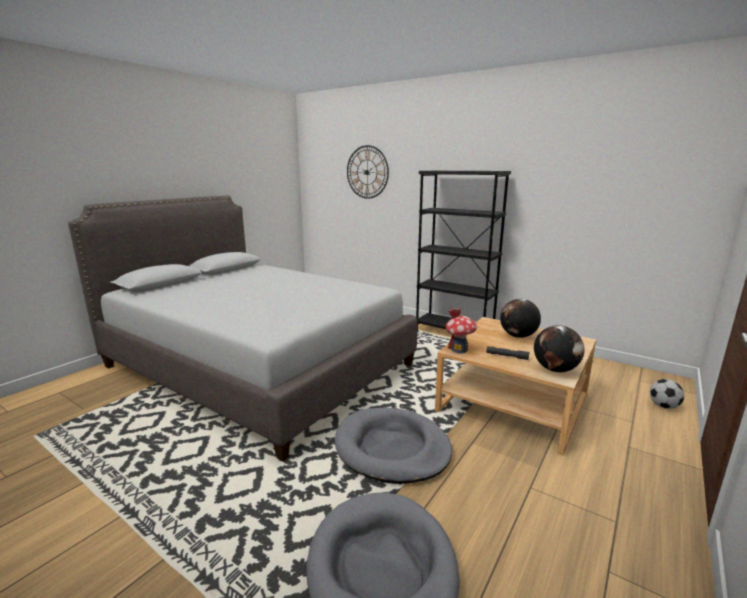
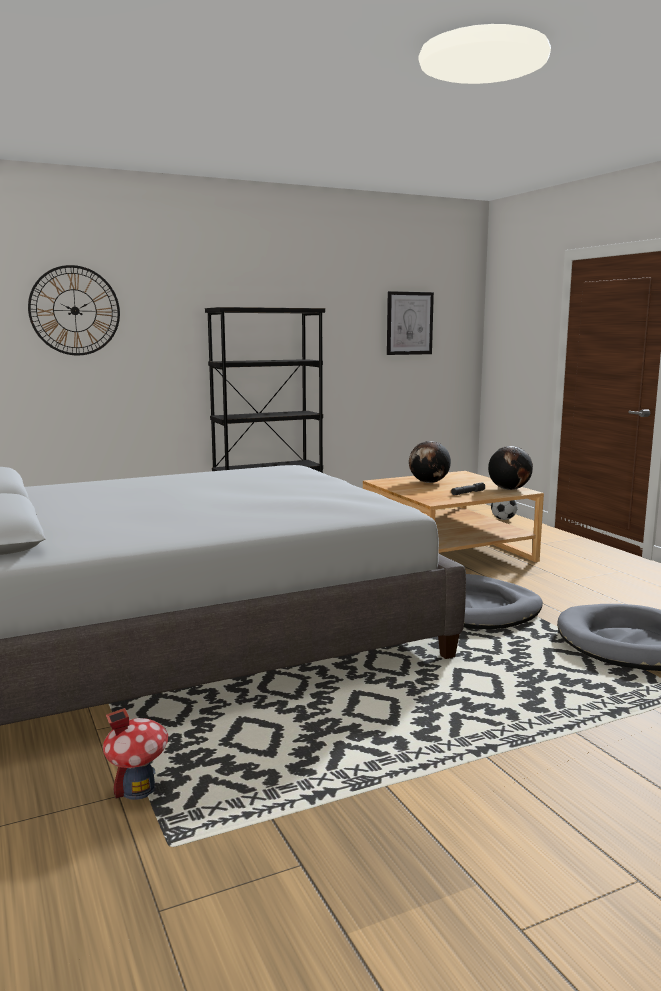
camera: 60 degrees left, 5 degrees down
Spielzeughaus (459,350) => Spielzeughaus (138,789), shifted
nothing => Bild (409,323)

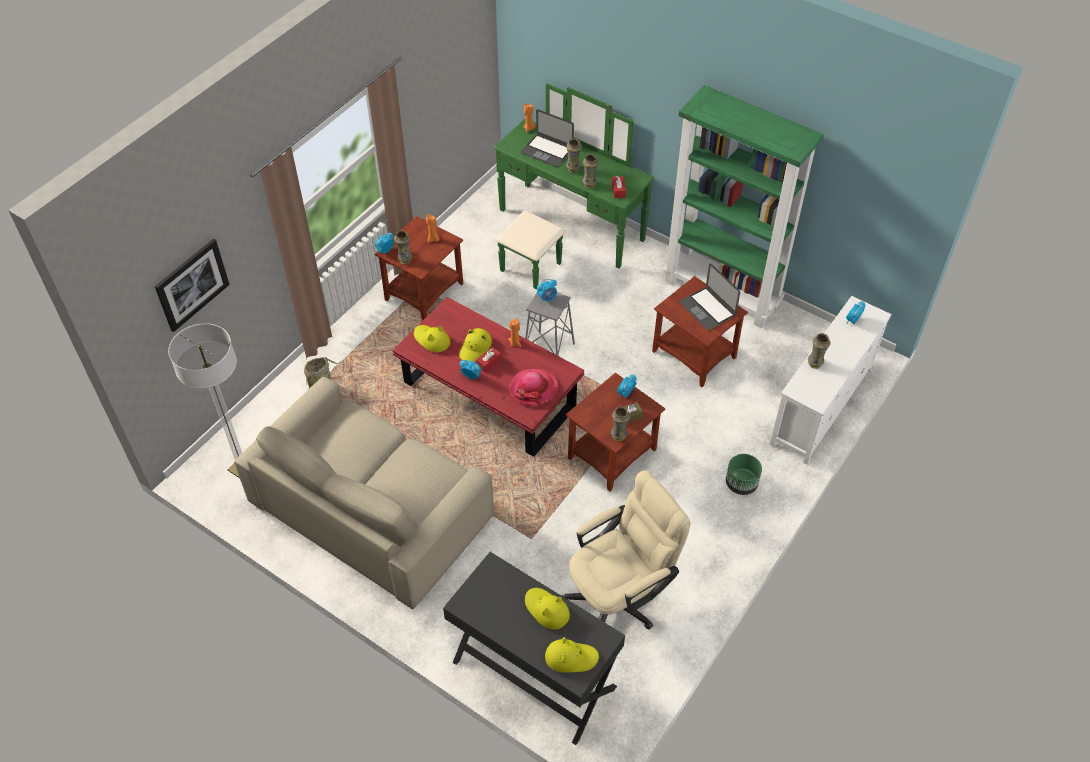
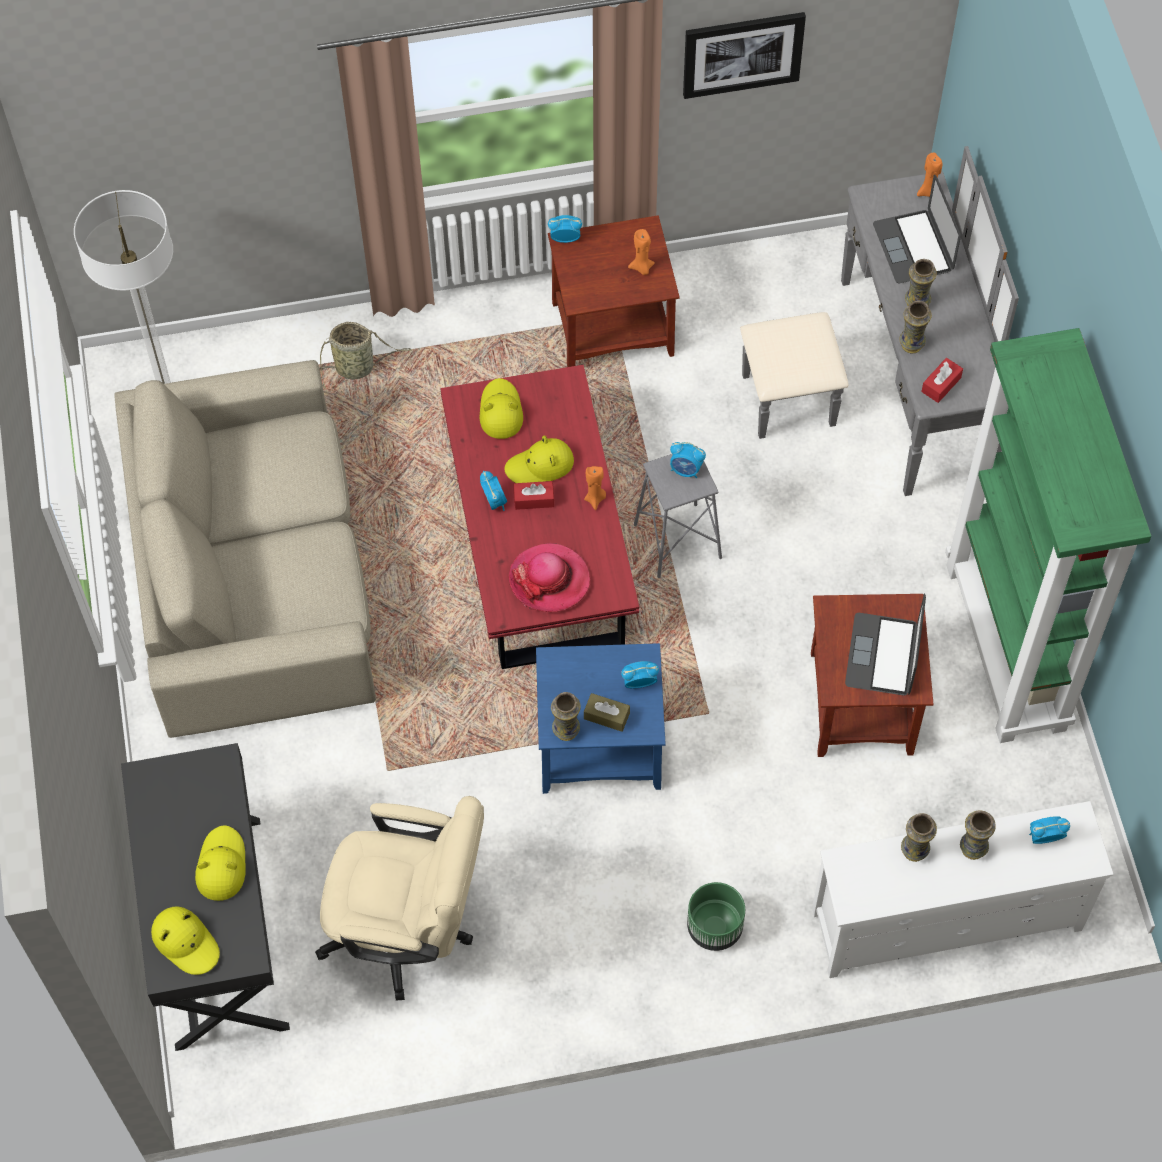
camera: 45 degrees right, 10 degrees up
Bild (191,284) => Bild (742,53), shifted
Vase (404,260) => Vase (972,848), shifted
Kommode (grün) (562,234) => Kommode (grau) (885,384)
Beistelltisch (braun) (613,455) => Beistelltisch (blau) (600,749)

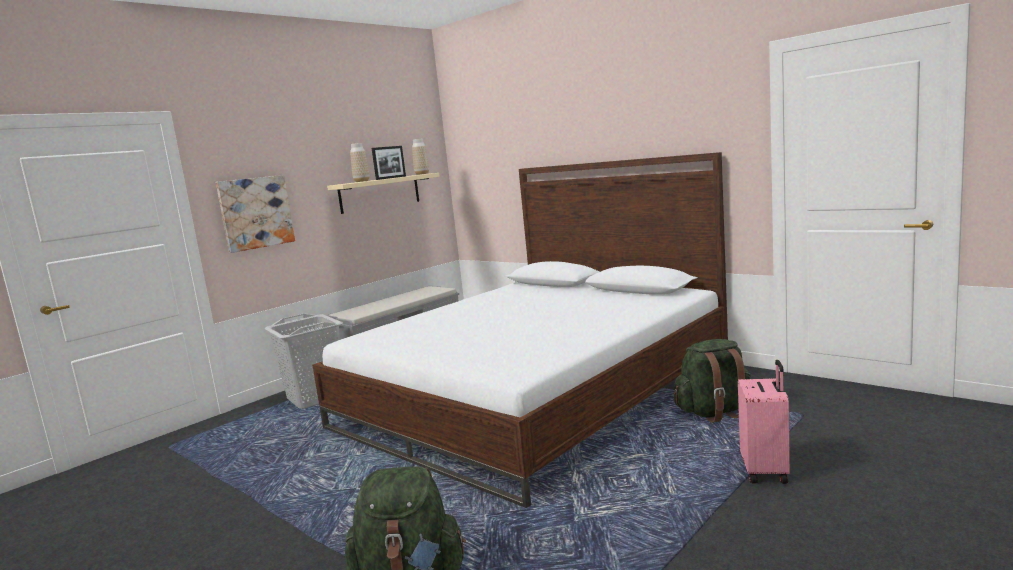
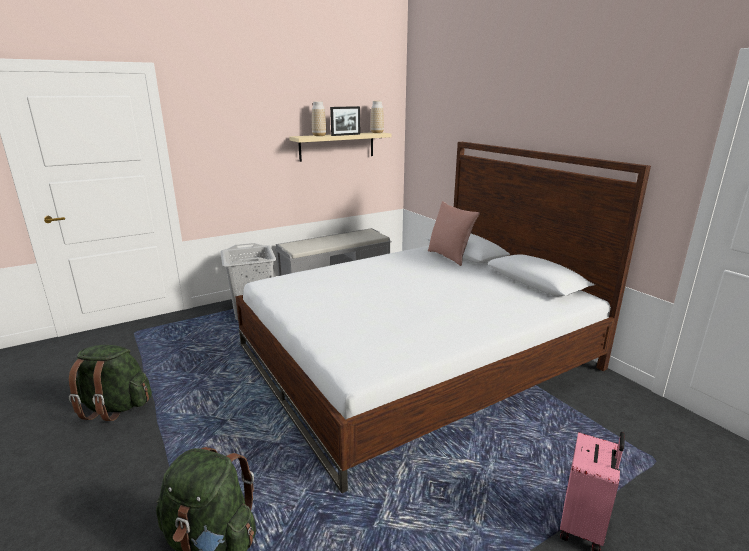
camera: 15 degrees right, 10 degrees up
Bild (256,213) => nothing
Rucksack (grün) (715,412) => Rucksack (grün) (115,407), shifted
nothing => Kissen (rosa) (449,257)

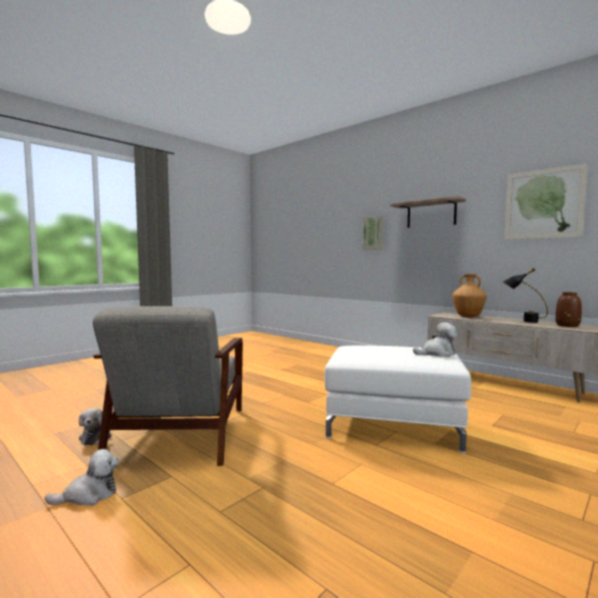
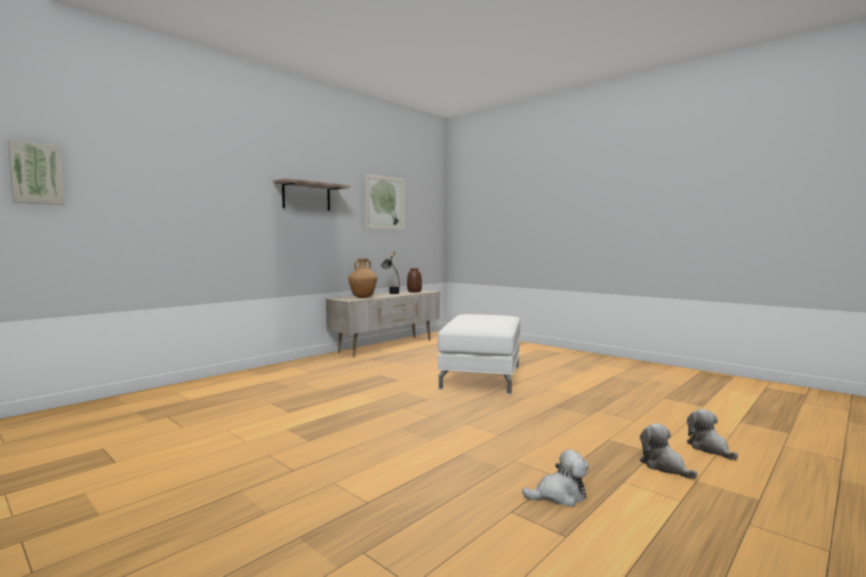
camera: 90 degrees left, 0 degrees up
Sessel (grau) (179,435) => nothing
Bild (373,233) => Bild (36,173), shifted
Plüschtier (437,353) => Plüschtier (709,448), shifted

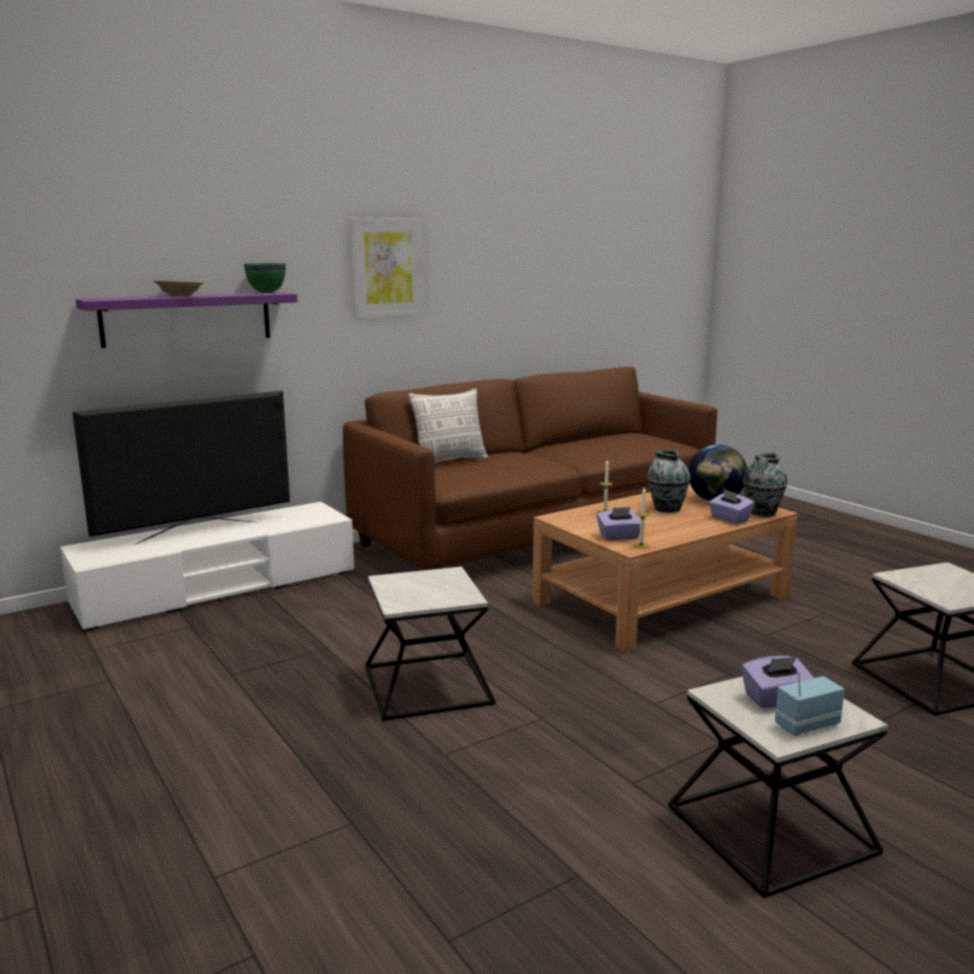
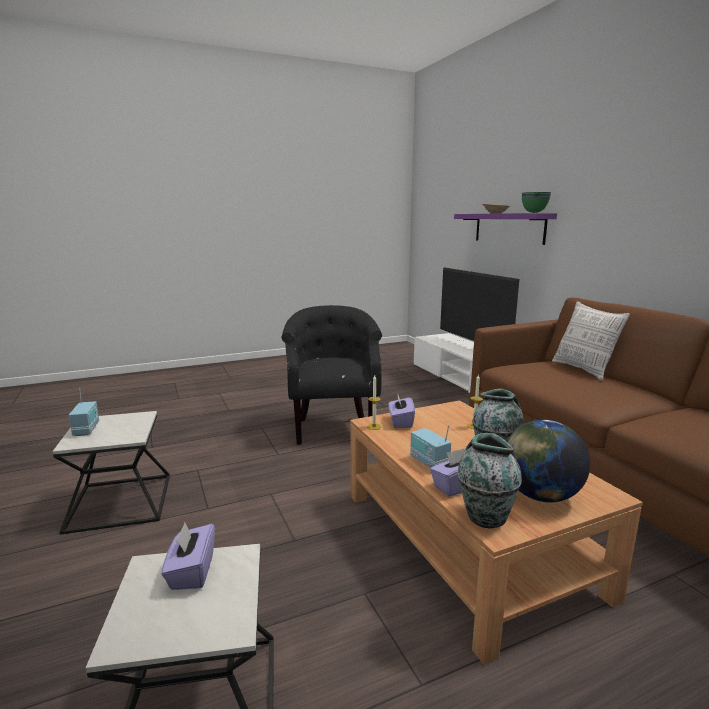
camera: 100 degrees right, 0 degrees up
Bild (387,267) => nothing
Beistelltisch (426,684) => Sessel (schwarz) (333,427)
Taschentuchbox (lila) (776,699) => Taschentuchbox (lila) (191,572), shifted
nothing => Radio (429,462)

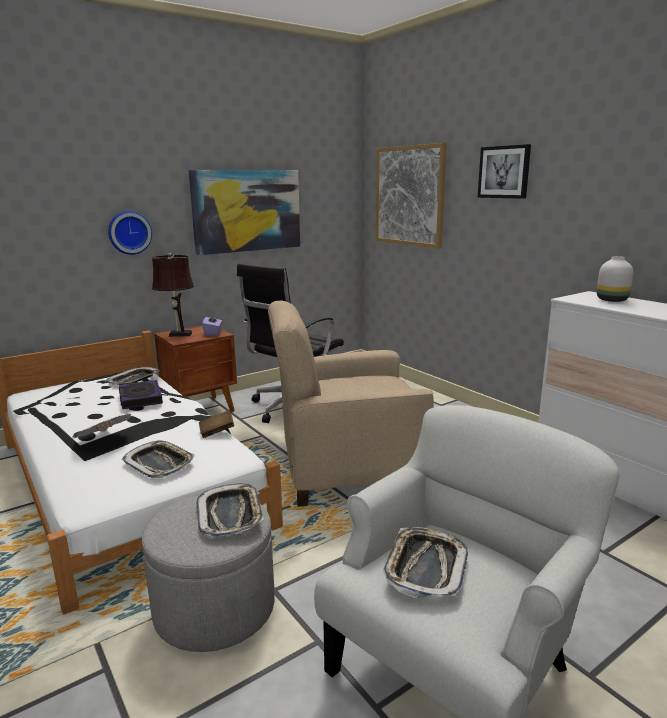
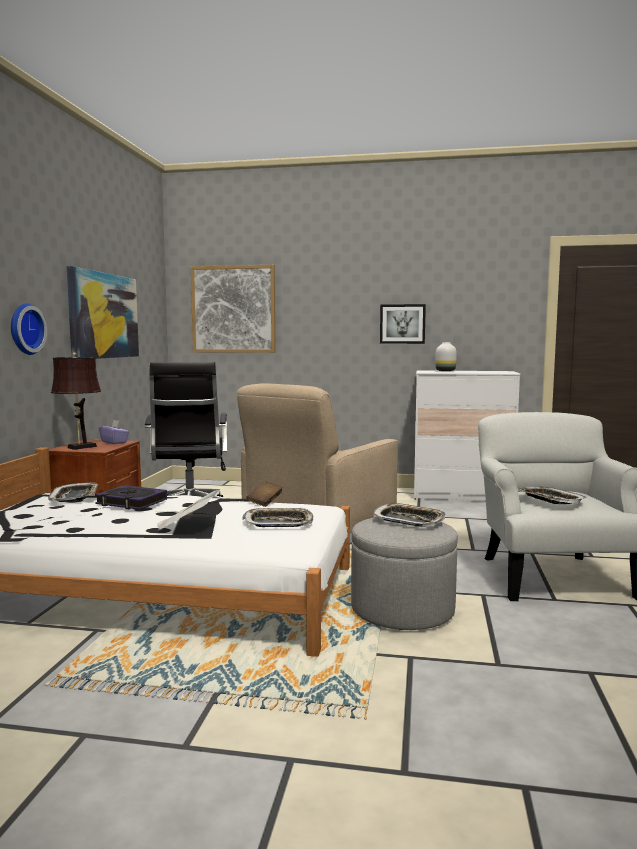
camera: 45 degrees left, 10 degrees down
Bild (504,172) => Bild (402,324), shifted

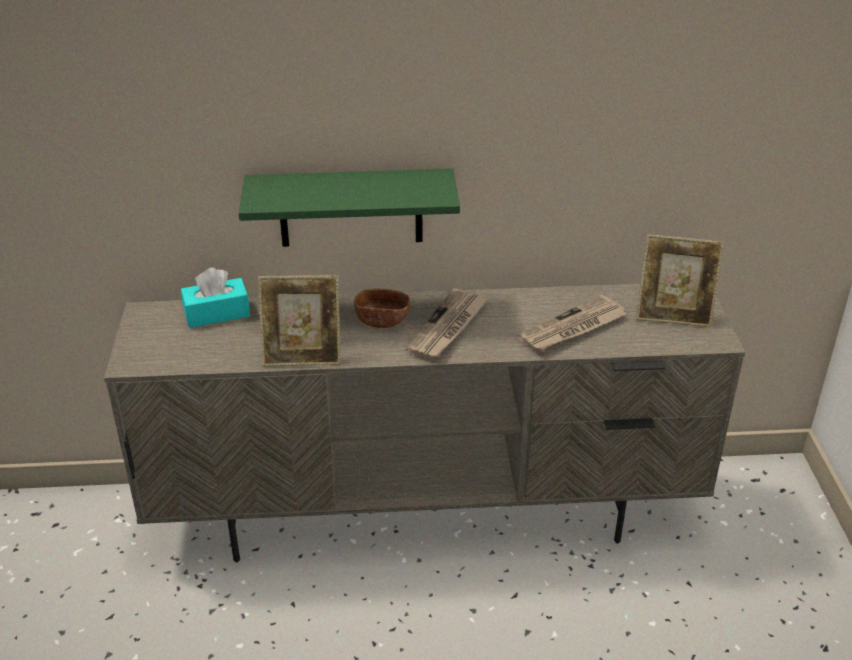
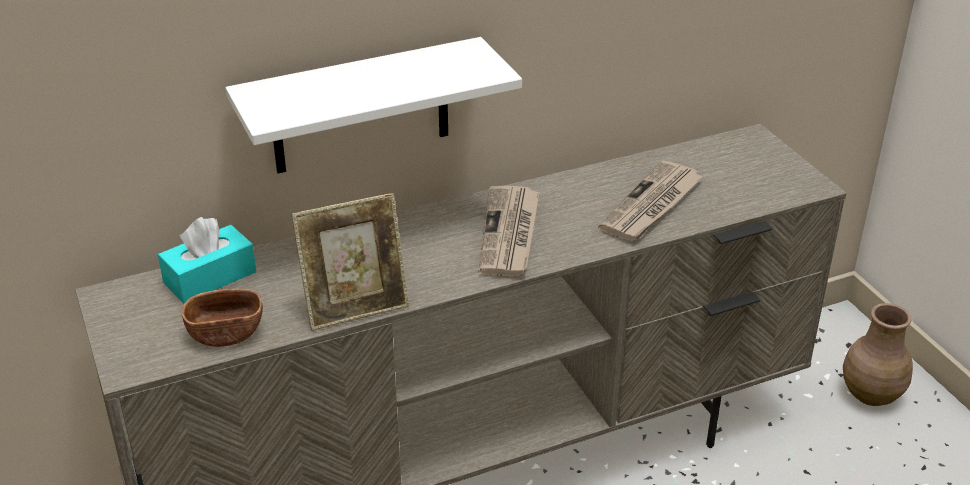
camera: 20 degrees left, 0 degrees up
Wandregal (grün) (351,208) => Wandregal (weiß) (360,107)
Schüssel (braun) (382,320) => Schüssel (braun) (226,333), shifted
Bilderrahmen (673,316) => nothing
nothing => Vase (braun) (872,394)

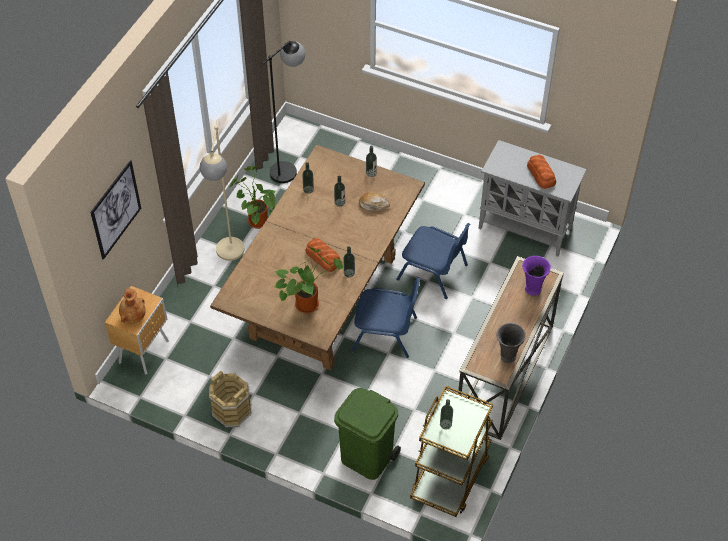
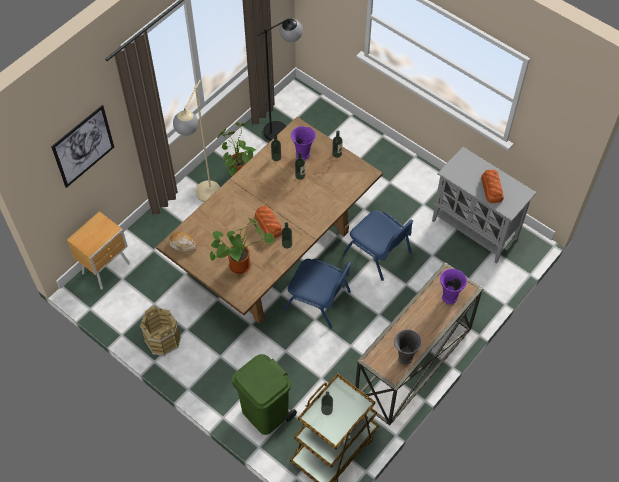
camera: 15 degrees right, 5 degrees up
Vase (braun) (133,316) => nothing
Brot (373,204) => Brot (183,244), shifted
nothing => Vase (lila) (303,155)

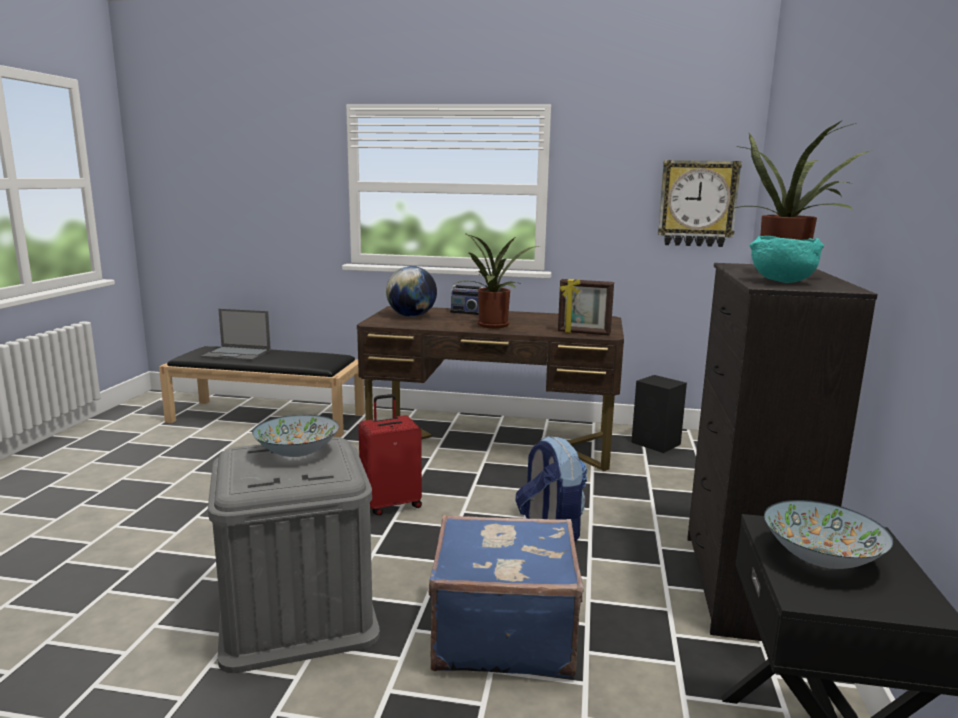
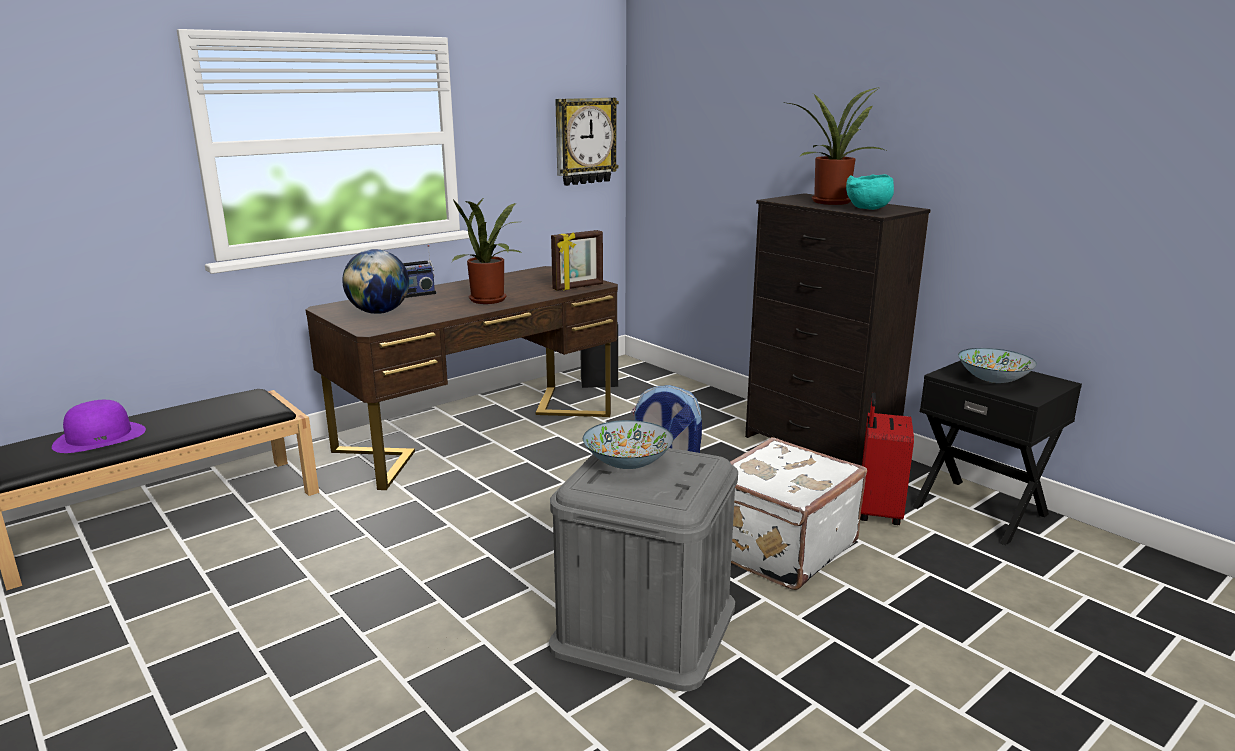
camera: 50 degrees left, 5 degrees up
Laptop (237,354) => Hut (lila) (100,437)
Koffer (rot) (391,504) => Koffer (rot) (877,512), shifted
Koffer (blau) (502,632) => Koffer (weiß) (777,547)

